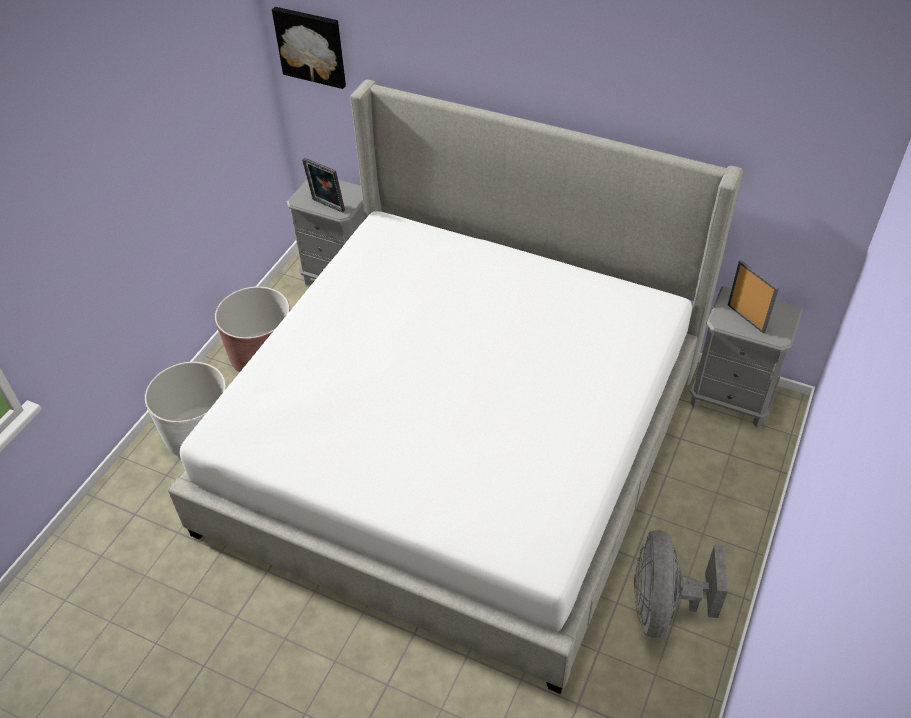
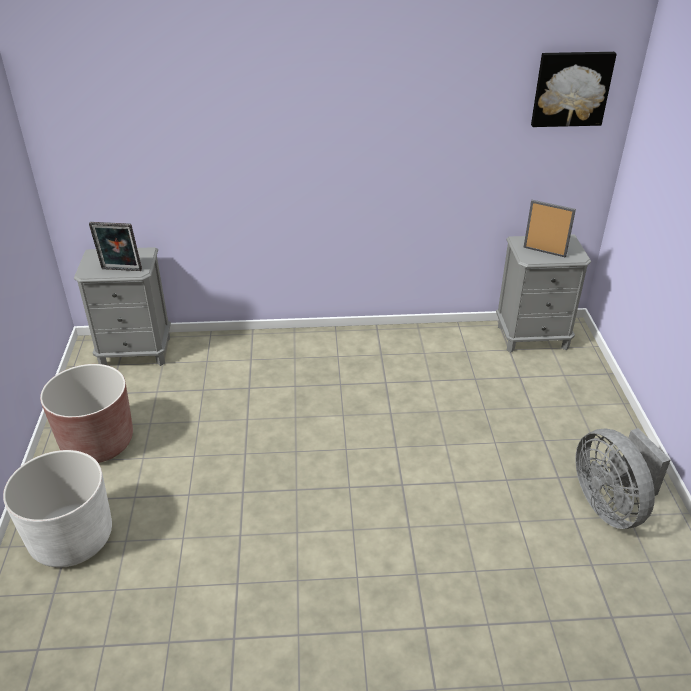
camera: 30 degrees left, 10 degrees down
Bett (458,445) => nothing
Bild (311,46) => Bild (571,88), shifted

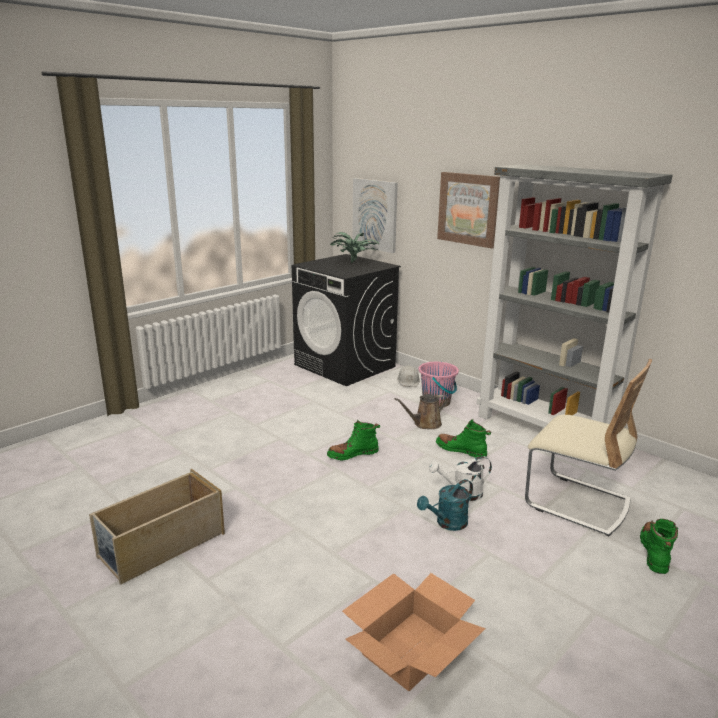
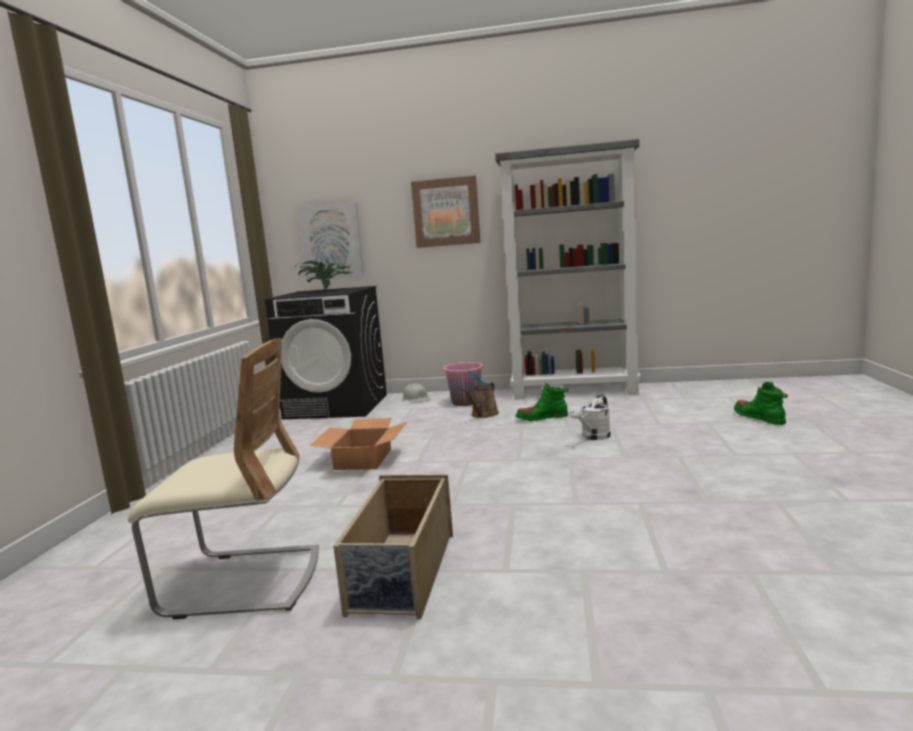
camera: 35 degrees left, 10 degrees down
Stiefel (grün) (353,454) => nothing
Karton (410,649) => Karton (363,459), shifted
Gießkanne (türkis) (447,523) => nothing
Stuhl (beige) (577,503) => Stuhl (beige) (243,582), shifted

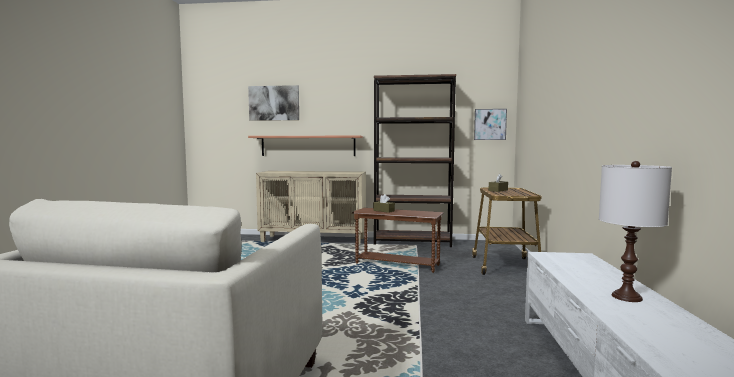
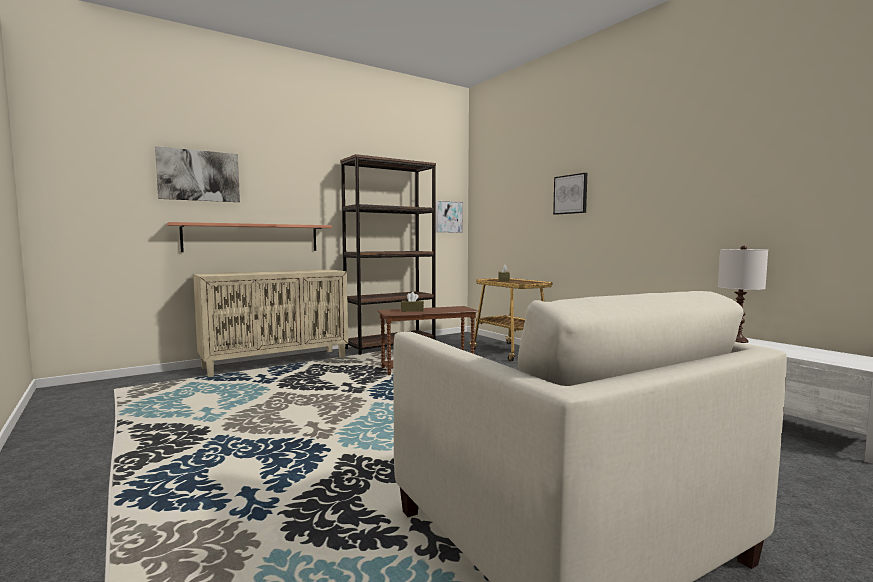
camera: 40 degrees left, 0 degrees up
nothing => Bild (570,194)

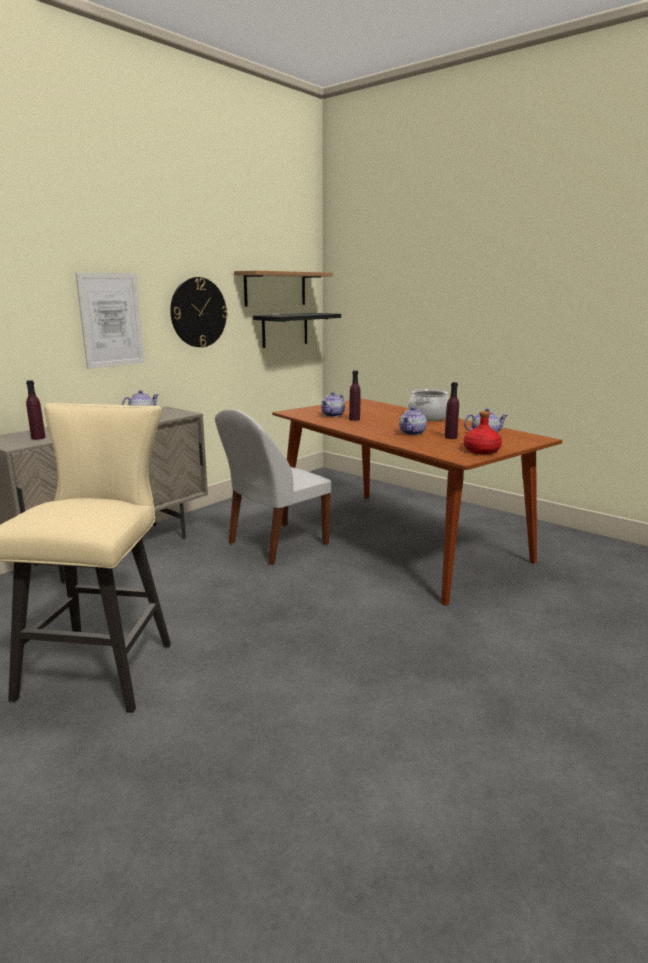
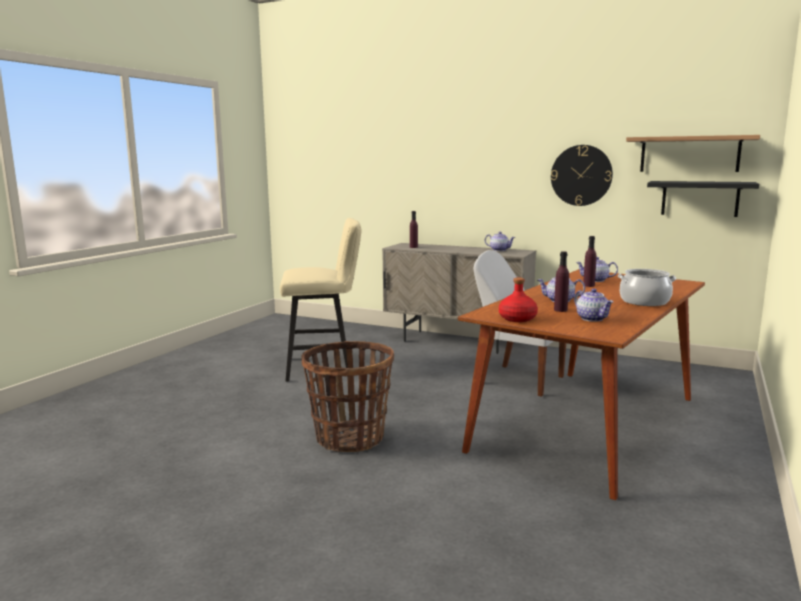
camera: 75 degrees right, 5 degrees down
Bild (111,320) => nothing
nothing => Korb (349,438)

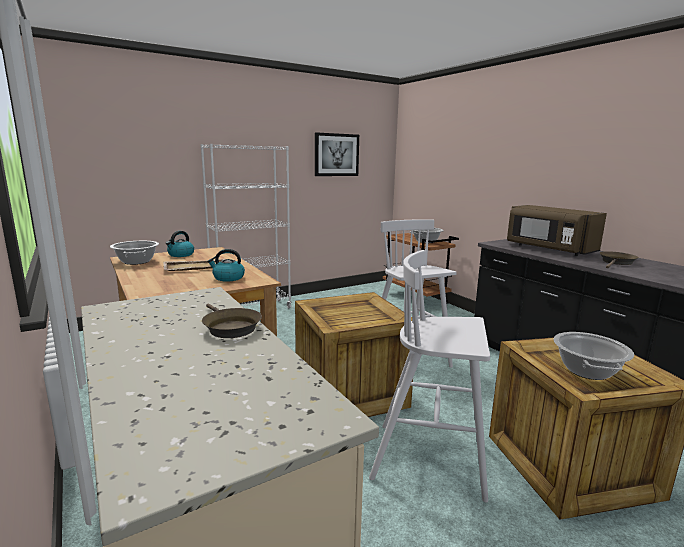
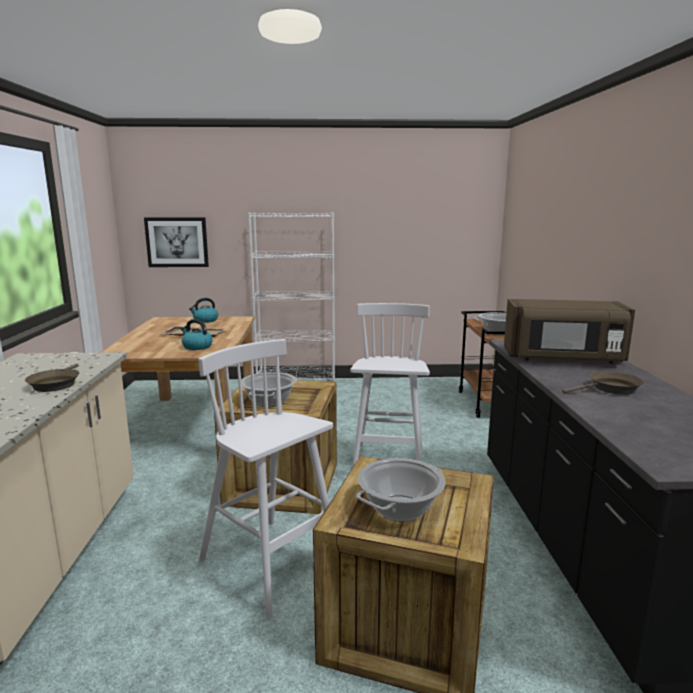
camera: 30 degrees right, 0 degrees up
Kochtopf (136,261) => Kochtopf (269,401), shifted
Bild (336,155) => Bild (177,242), shifted
Mikrowelle (braun) (548,249) => Mikrowelle (braun) (563,358), 75 degrees counterclockwise

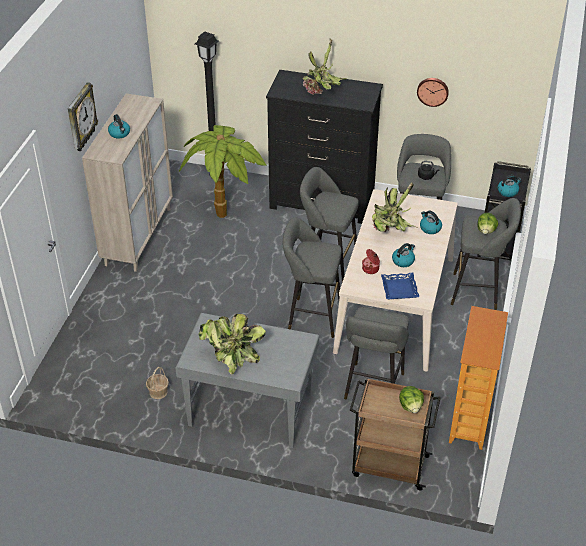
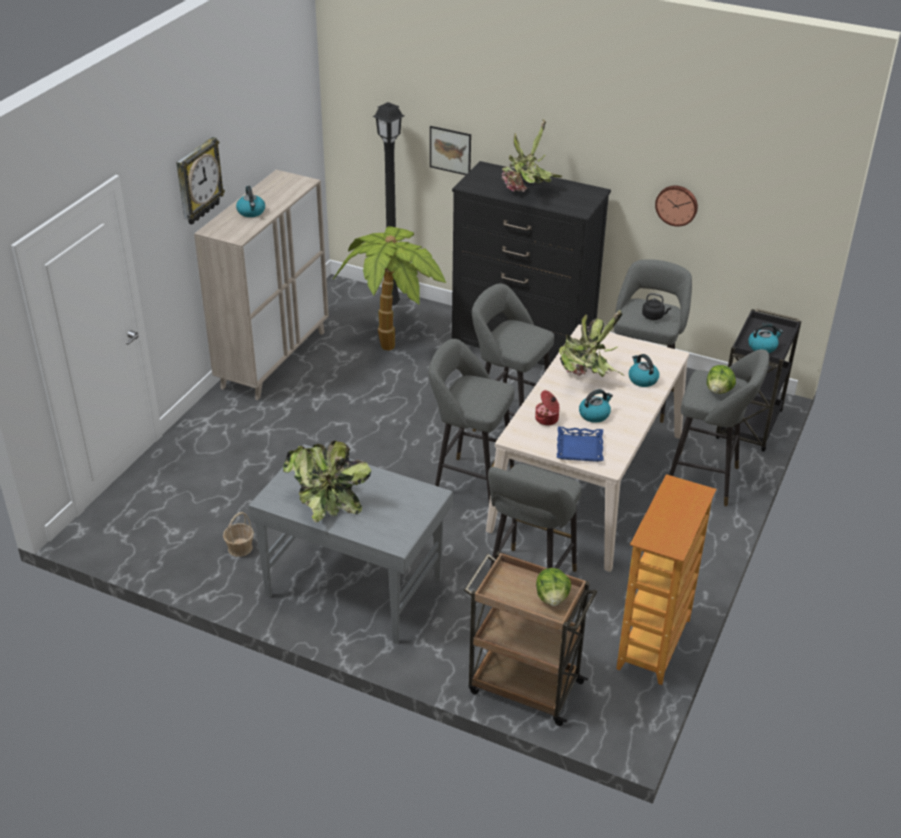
camera: 10 degrees right, 5 degrees down
nothing => Bild (450,150)

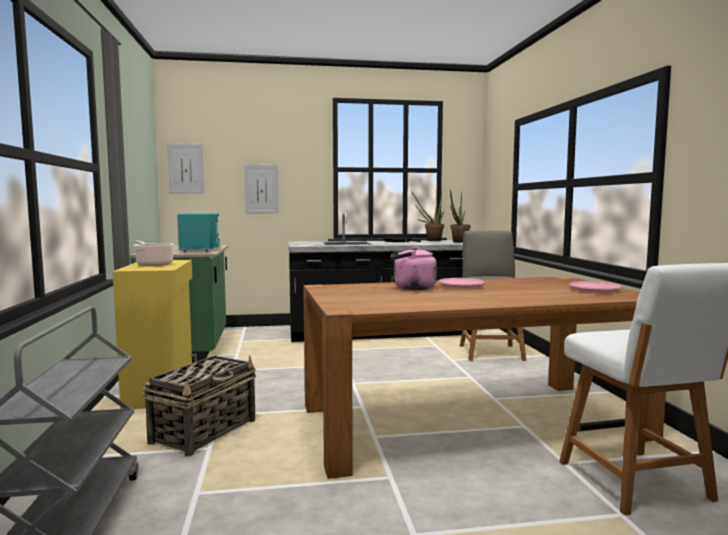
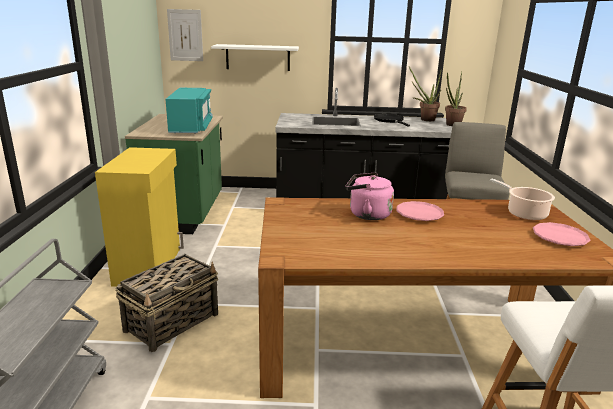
camera: 10 degrees right, 15 degrees up
Kochtopf (153,264) => Kochtopf (524,213), shifted
Bild (261,189) => Wandregal (weiß) (258,57)

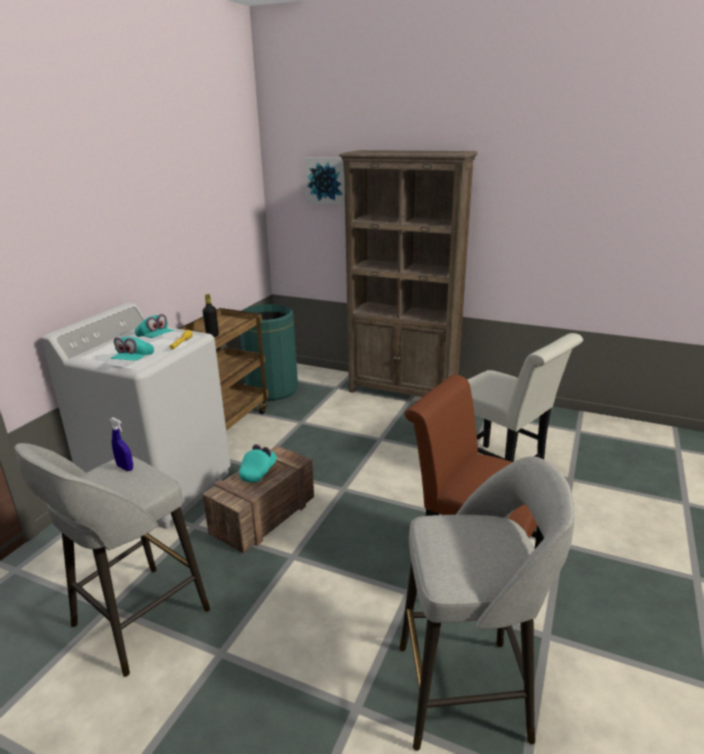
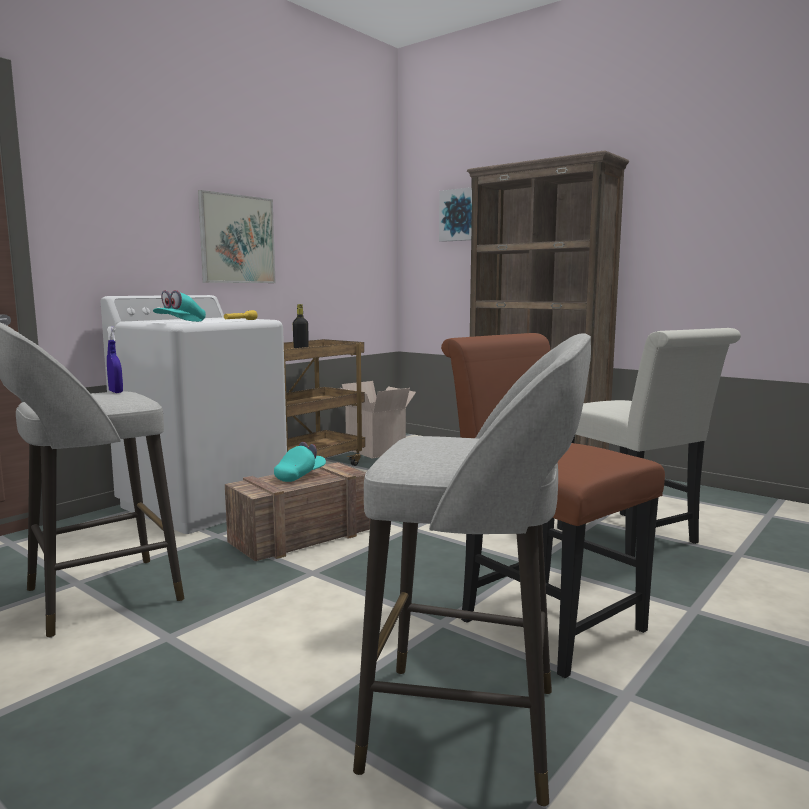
camera: 15 degrees right, 15 degrees down
Kappe (türkis) (155,338) => nothing
Mülleimer (grün) (272,390) => Karton (377,450)
nothing => Bild (237,239)

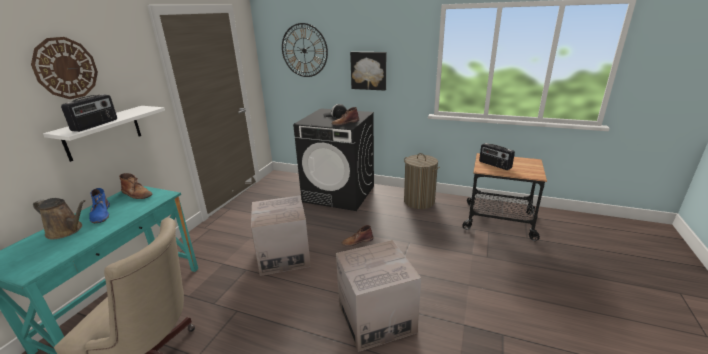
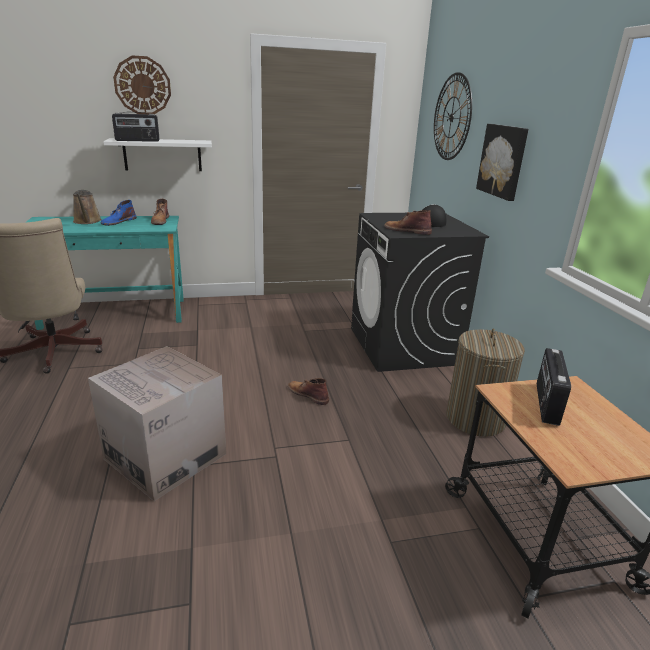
camera: 55 degrees right, 0 degrees up
Karton (284,255) => nothing

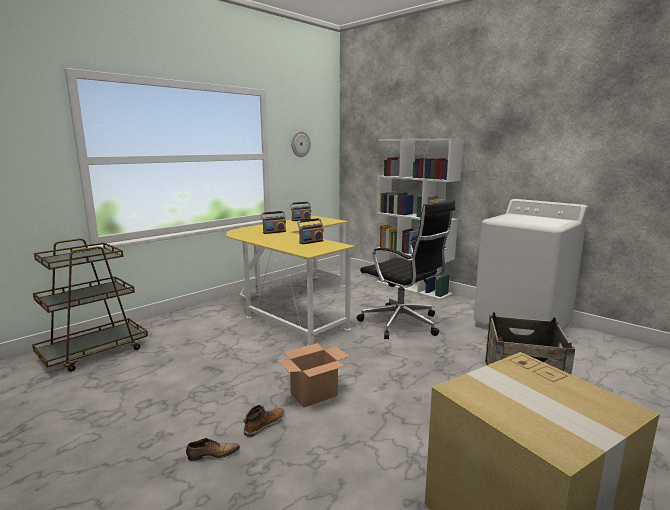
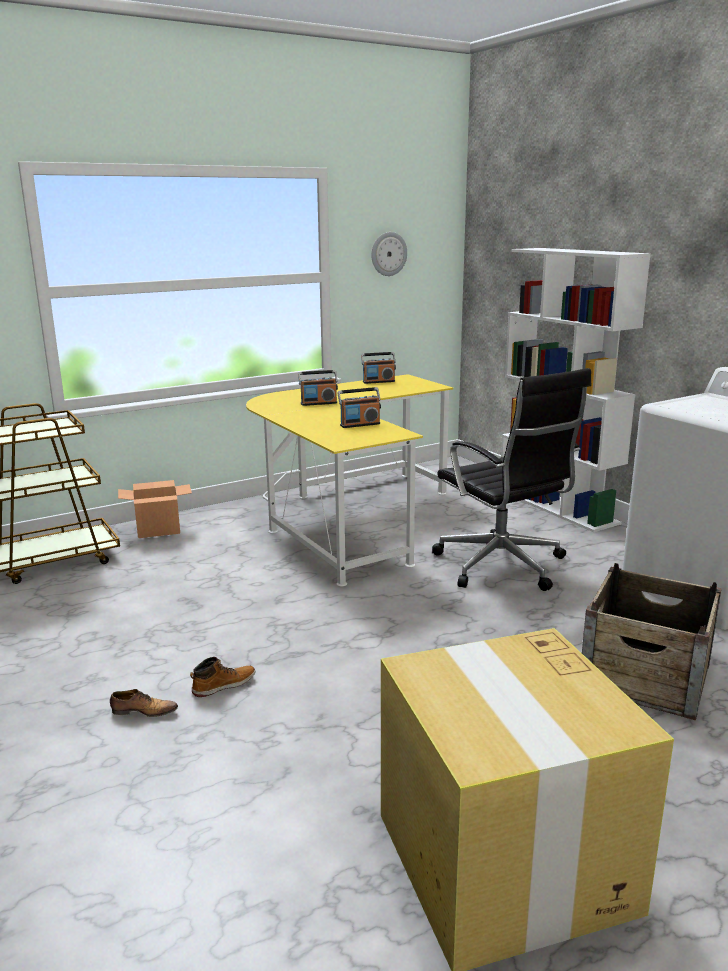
camera: 15 degrees right, 5 degrees up
Karton (314,394) => Karton (159,530), shifted

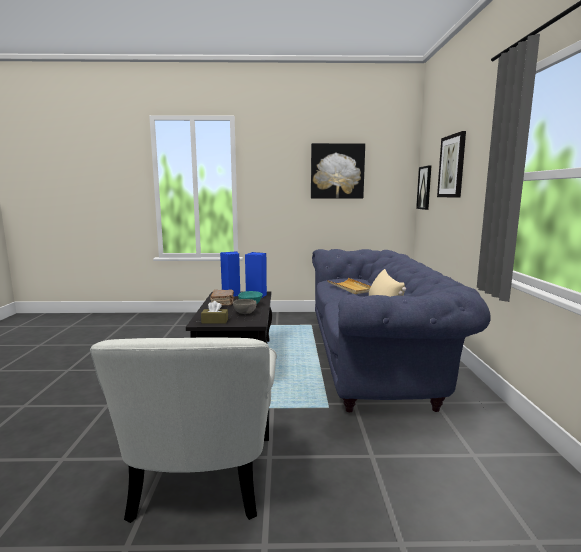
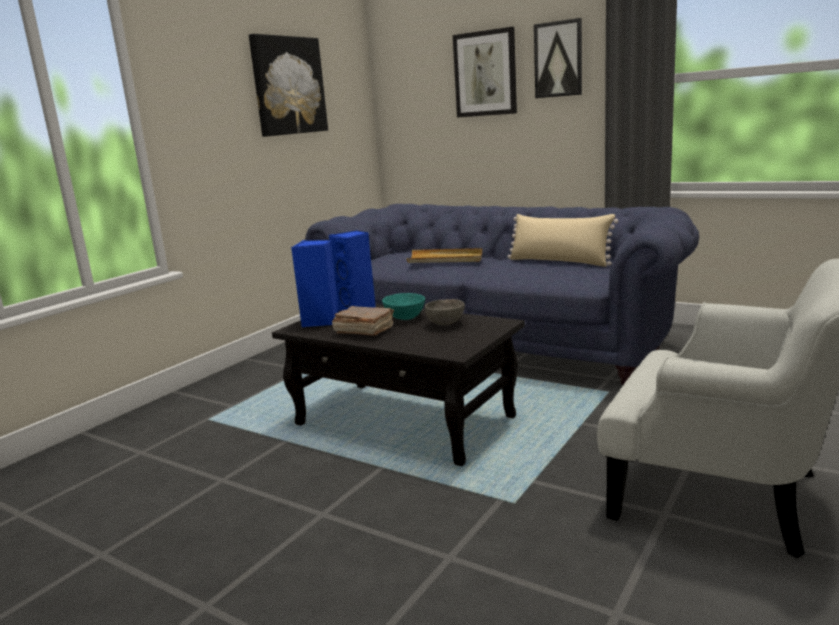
camera: 55 degrees left, 5 degrees up
Taschentuchbox (braun) (215,321) => nothing
Bild (424,188) => Bild (558,59), shifted

